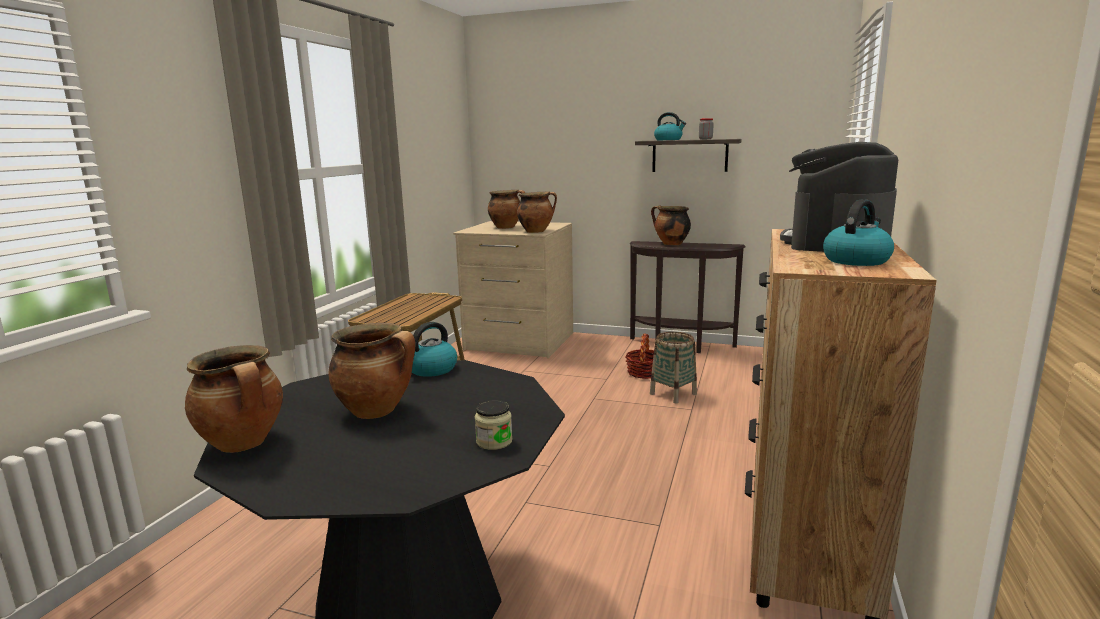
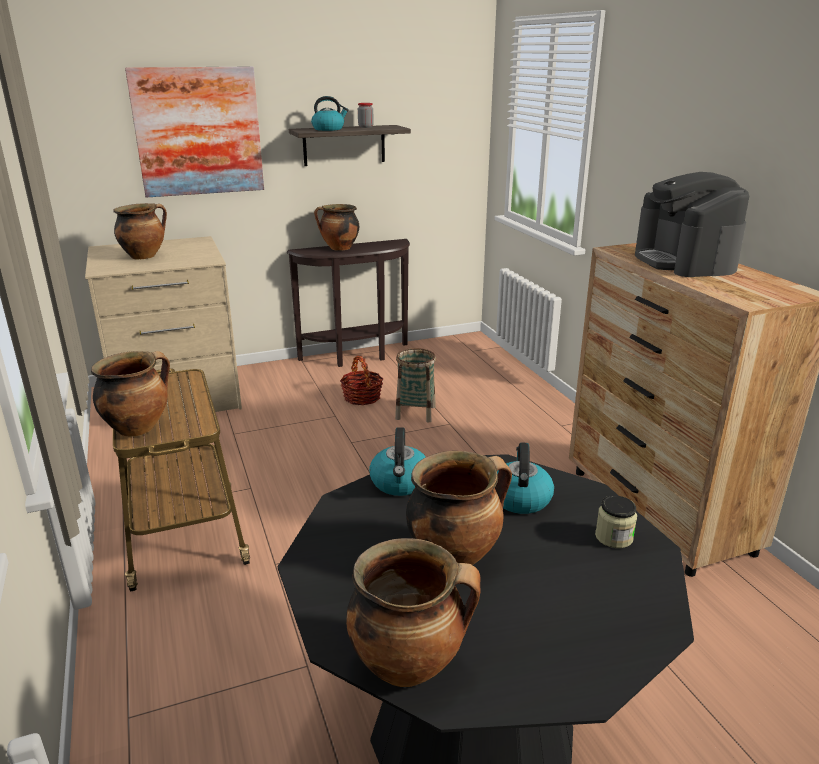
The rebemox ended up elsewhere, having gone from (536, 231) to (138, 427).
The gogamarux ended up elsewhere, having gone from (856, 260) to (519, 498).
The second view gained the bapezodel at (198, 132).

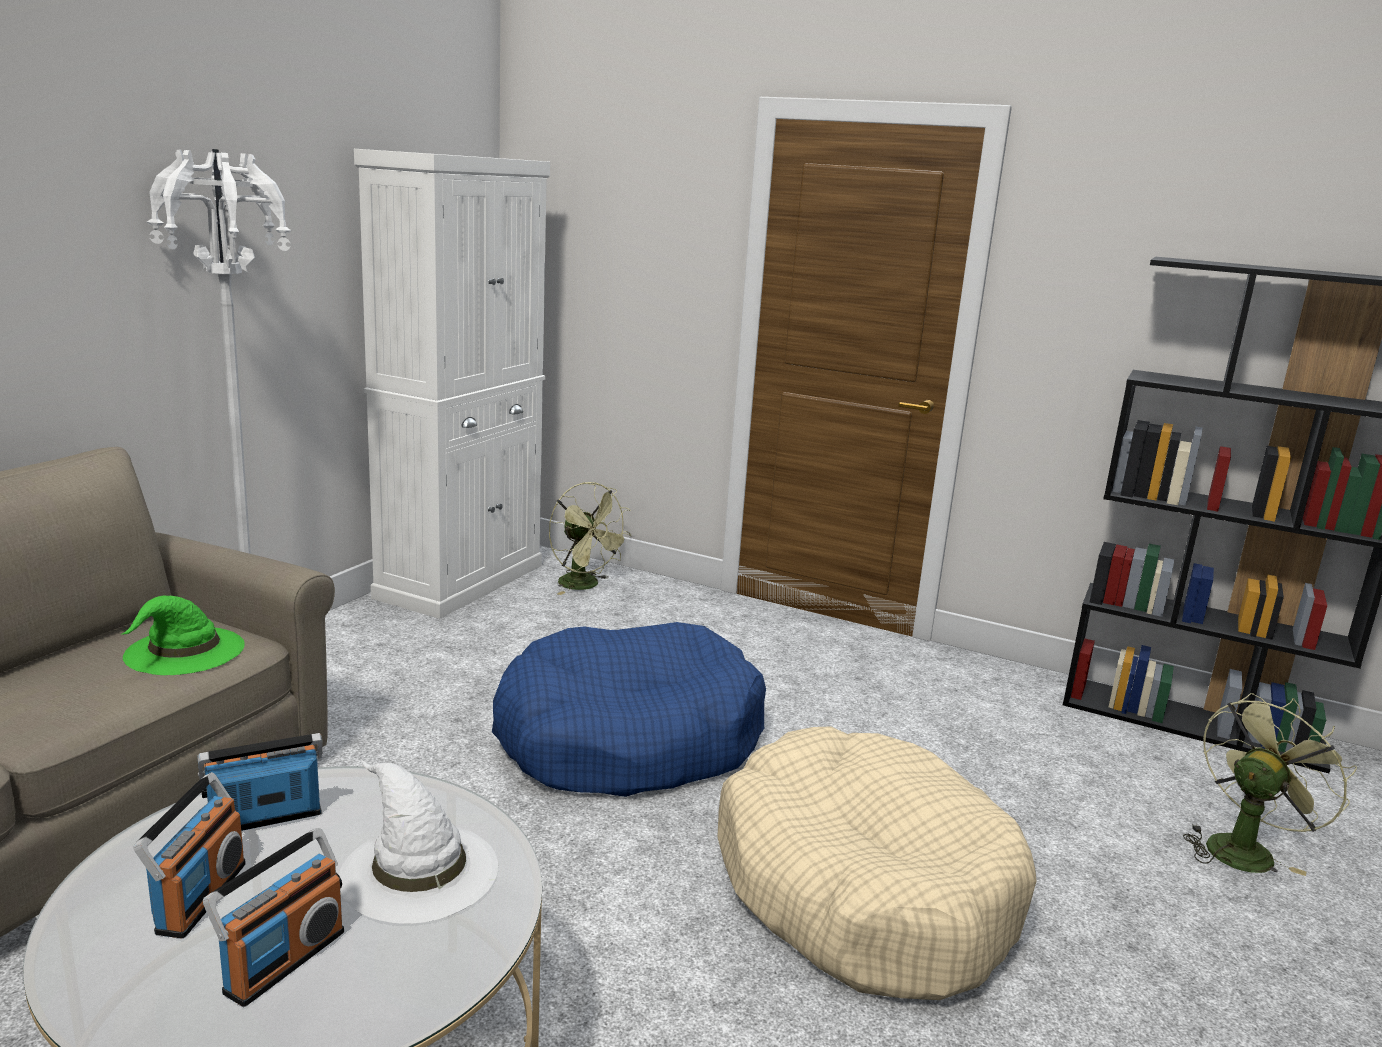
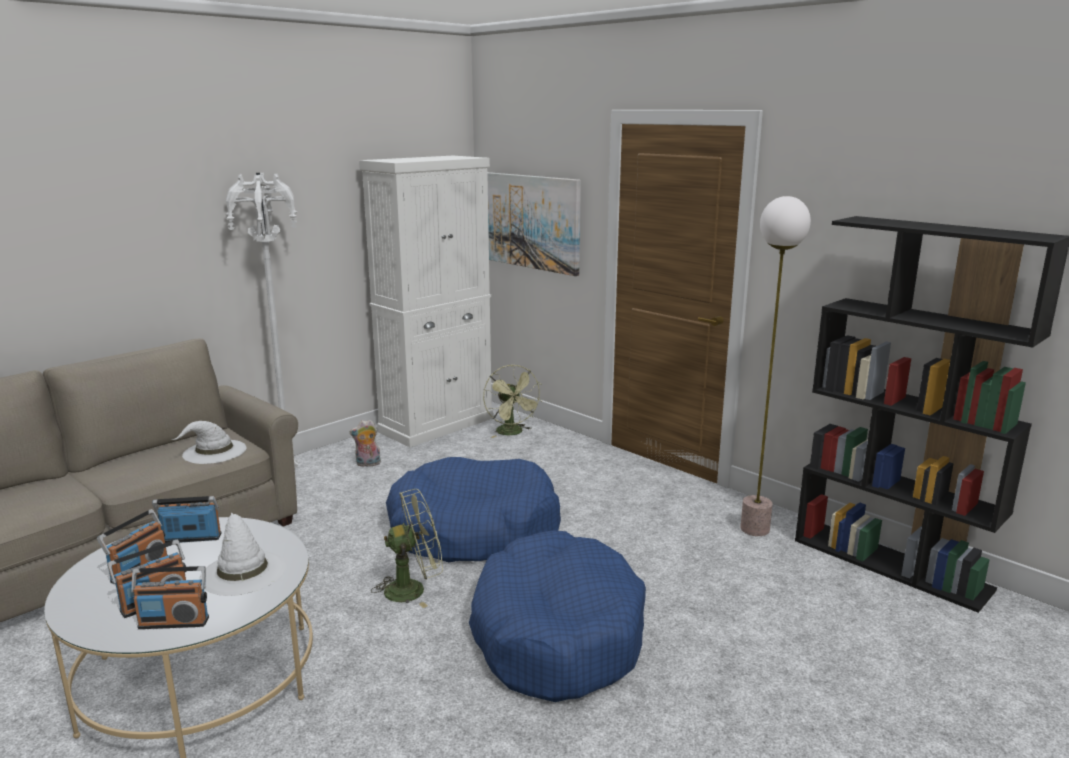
What was the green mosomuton at (184, 651) turned into the white mosomuton at (214, 452).
What was the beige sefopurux at (863, 888) turned into the blue sefopurux at (556, 634).
The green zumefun ended up elsewhere, having gone from (1243, 848) to (413, 589).
The second view gained the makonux at (174, 622).
The second view gained the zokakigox at (367, 464).
The second view gained the bapezodel at (530, 221).
The second view gained the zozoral at (755, 529).

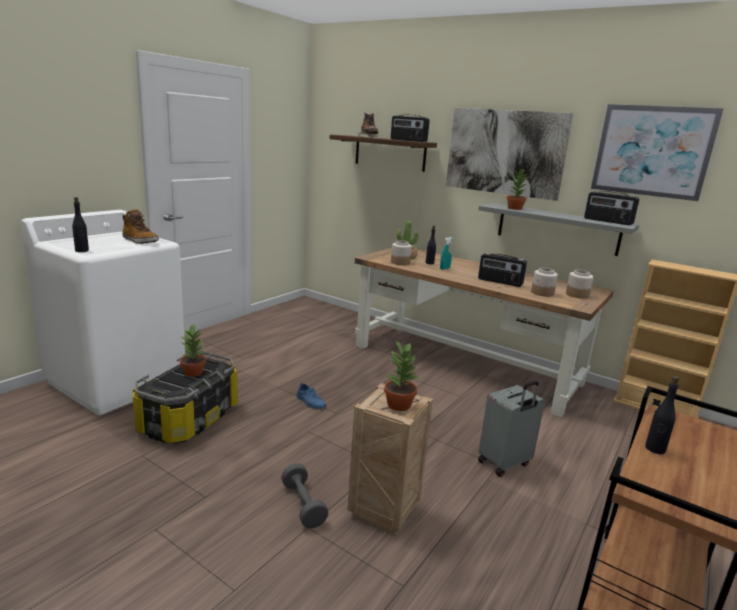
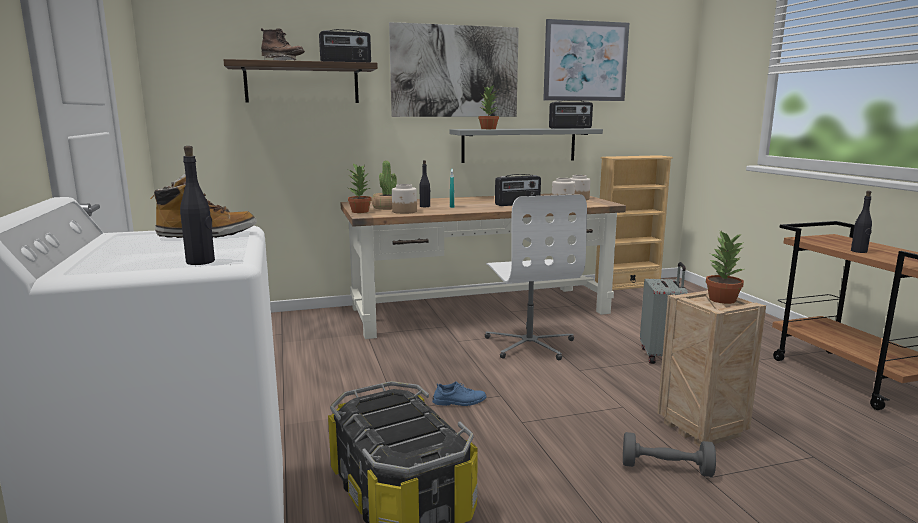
The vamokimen ended up elsewhere, having gone from (194, 372) to (360, 211).
The second view gained the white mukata at (530, 344).

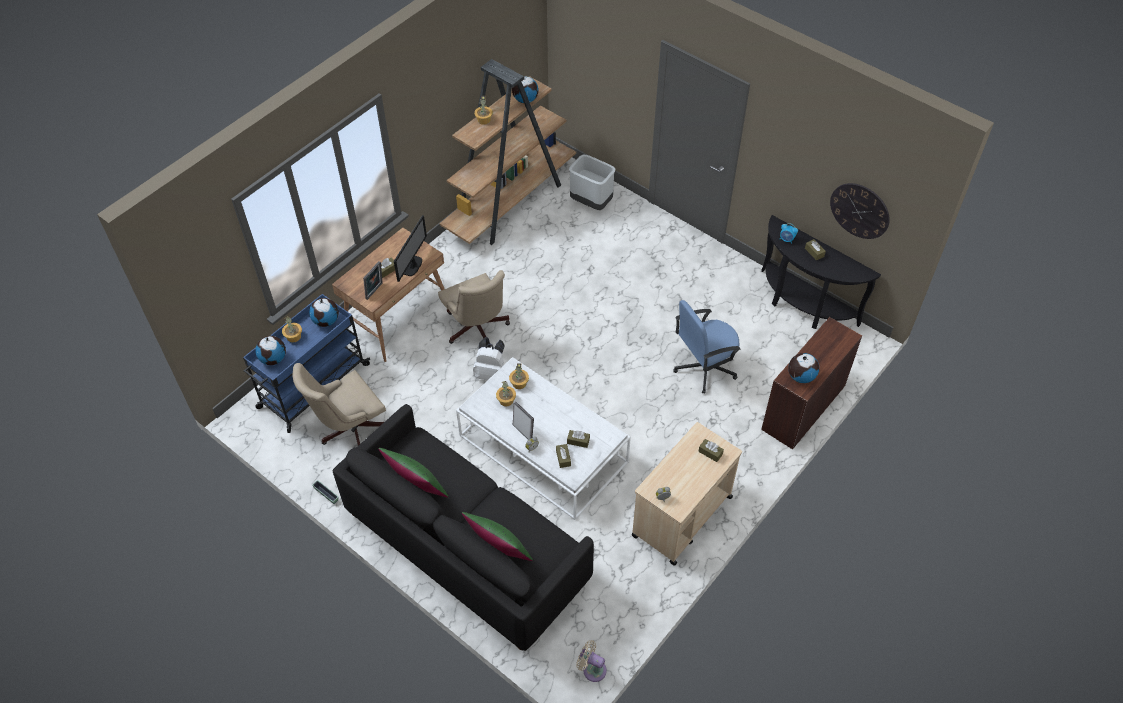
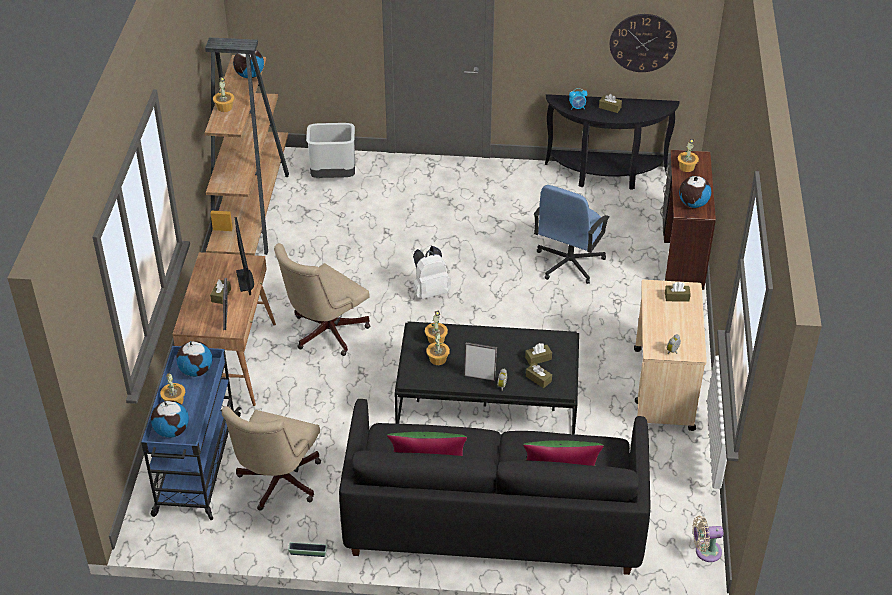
The beige mukata at (477, 330) ended up facing another way, 105 degrees clockwise from before.
What was the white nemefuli at (542, 448) turned into the black nemefuli at (486, 400).
The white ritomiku ended up elsewhere, having gone from (492, 374) to (430, 291).
The second view gained the vamokimen at (686, 167).

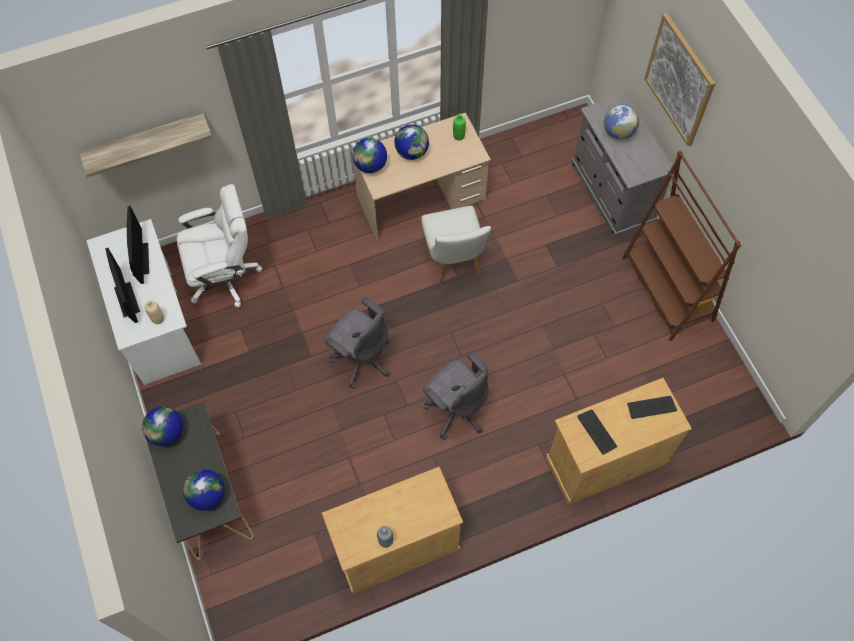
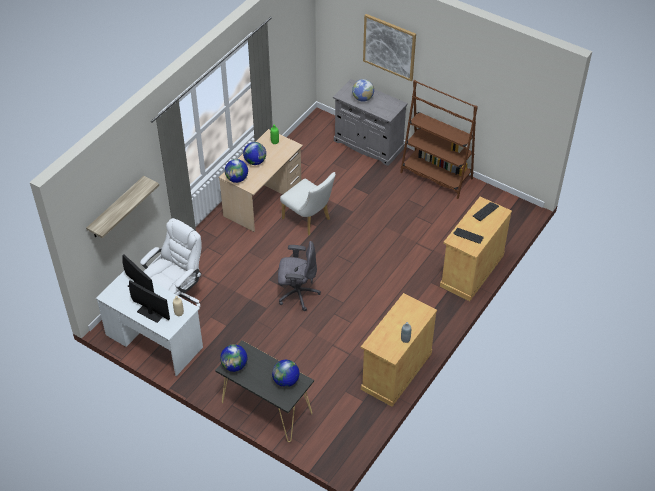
The second view lost the grey mukata at (456, 410).

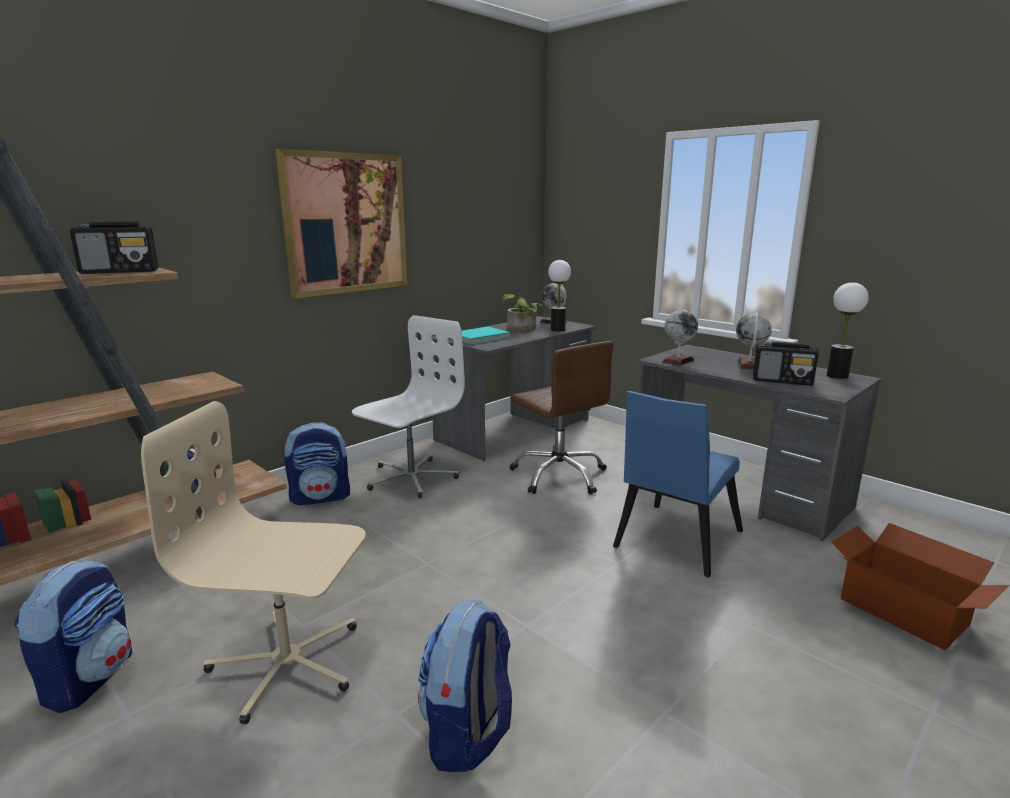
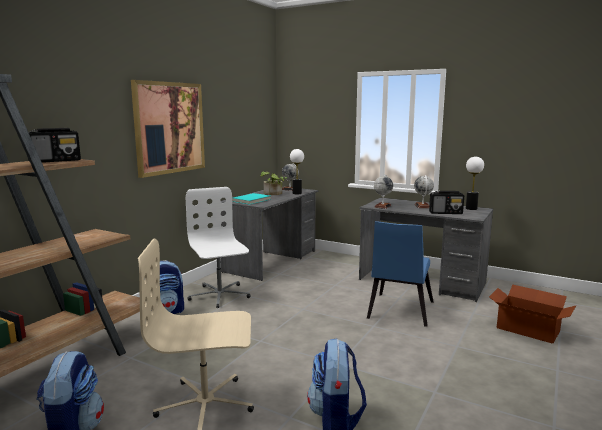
The white mukata at (410, 478) ended up facing another way, 45 degrees counterclockwise from before.
The second view lost the brown mukata at (559, 475).

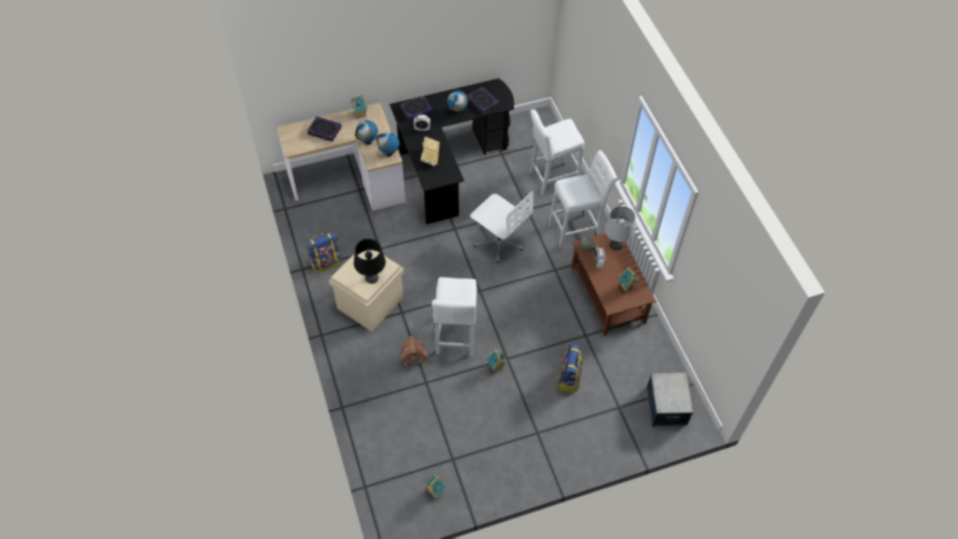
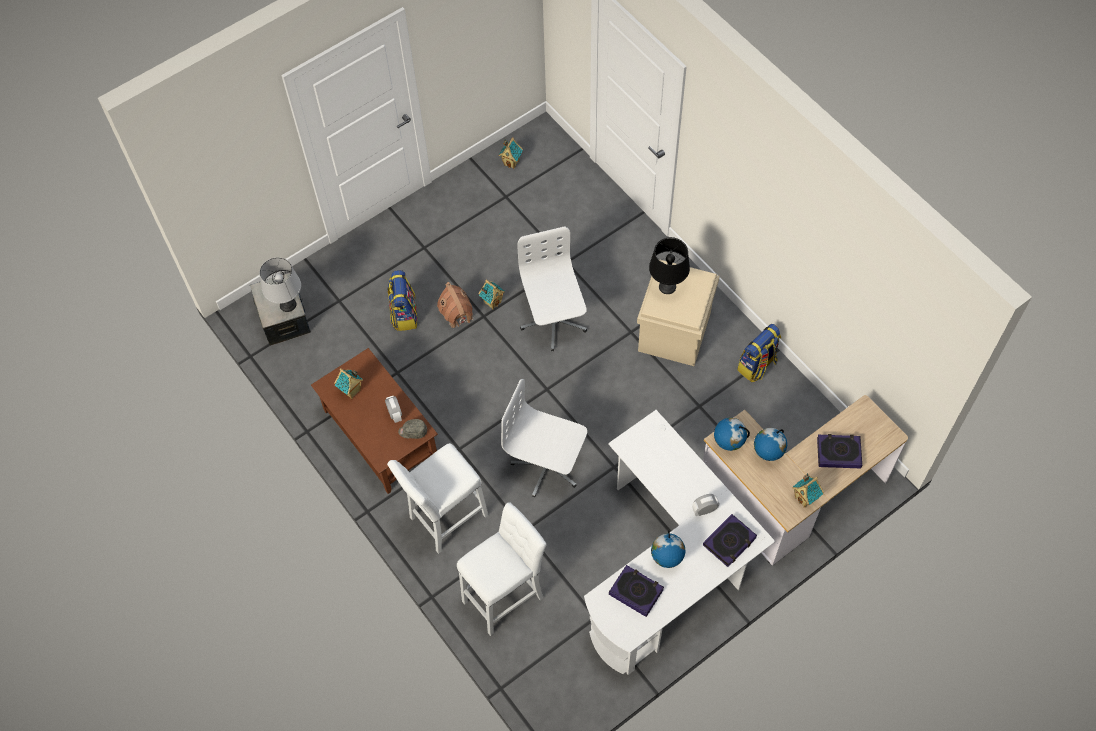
What was the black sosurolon at (447, 164) turned into the white sosurolon at (668, 570).
The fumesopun ended up elsewhere, having gone from (413, 357) to (457, 315).
The second view lost the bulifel at (430, 156).
Where the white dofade stood at (455, 337), the white mukata came to stand at (553, 322).
The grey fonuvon ended up elsewhere, having gone from (616, 244) to (287, 305).

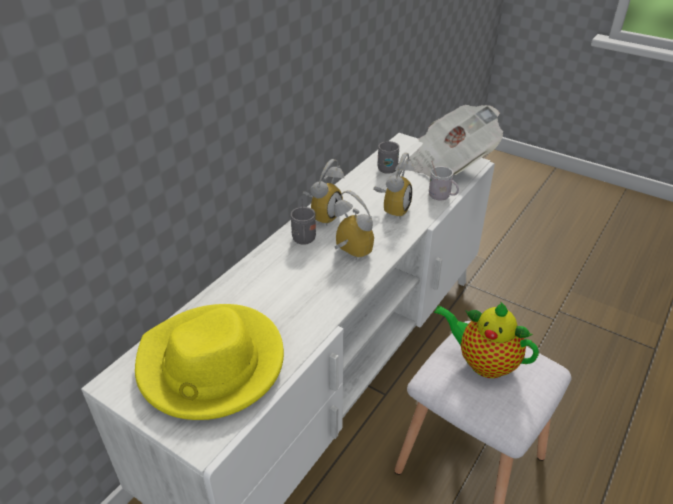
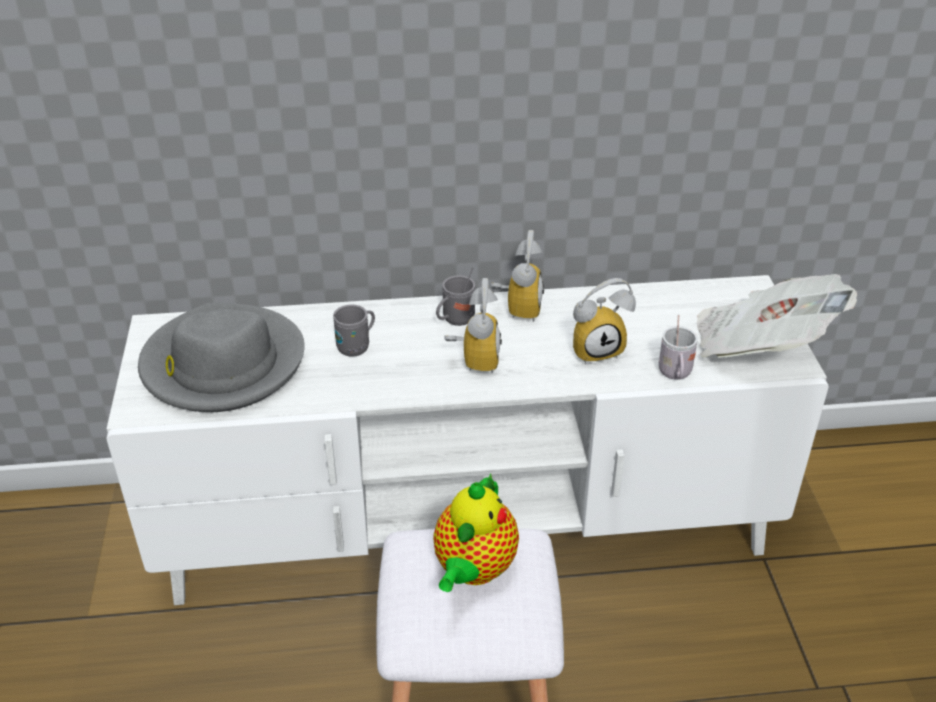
What was the yellow mosomuton at (211, 365) turned into the grey mosomuton at (222, 364).
The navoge at (323, 215) ended up facing another way, 75 degrees counterclockwise from before.
The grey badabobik ended up elsewhere, having gone from (386, 168) to (357, 346).
The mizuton at (483, 362) ended up facing another way, 150 degrees counterclockwise from before.

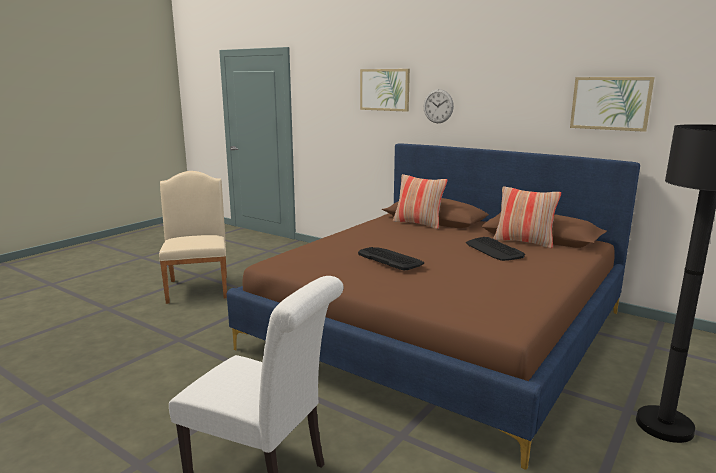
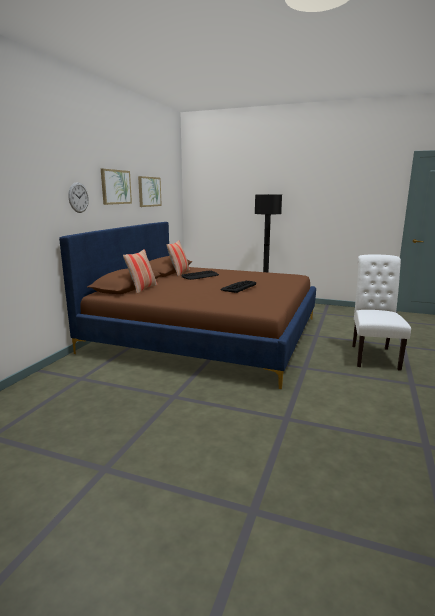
The second view lost the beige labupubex at (198, 287).
The bapezodel ended up elsewhere, having gone from (384, 89) to (116, 187).

